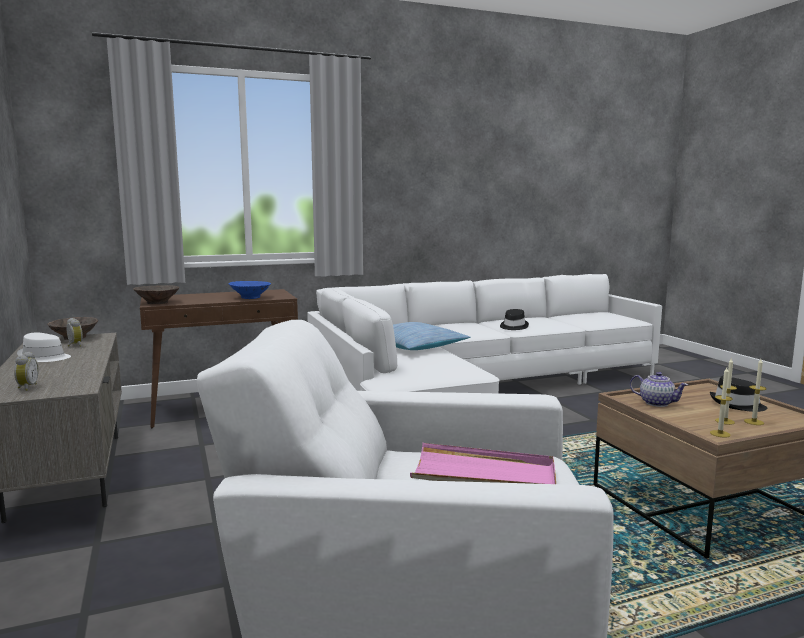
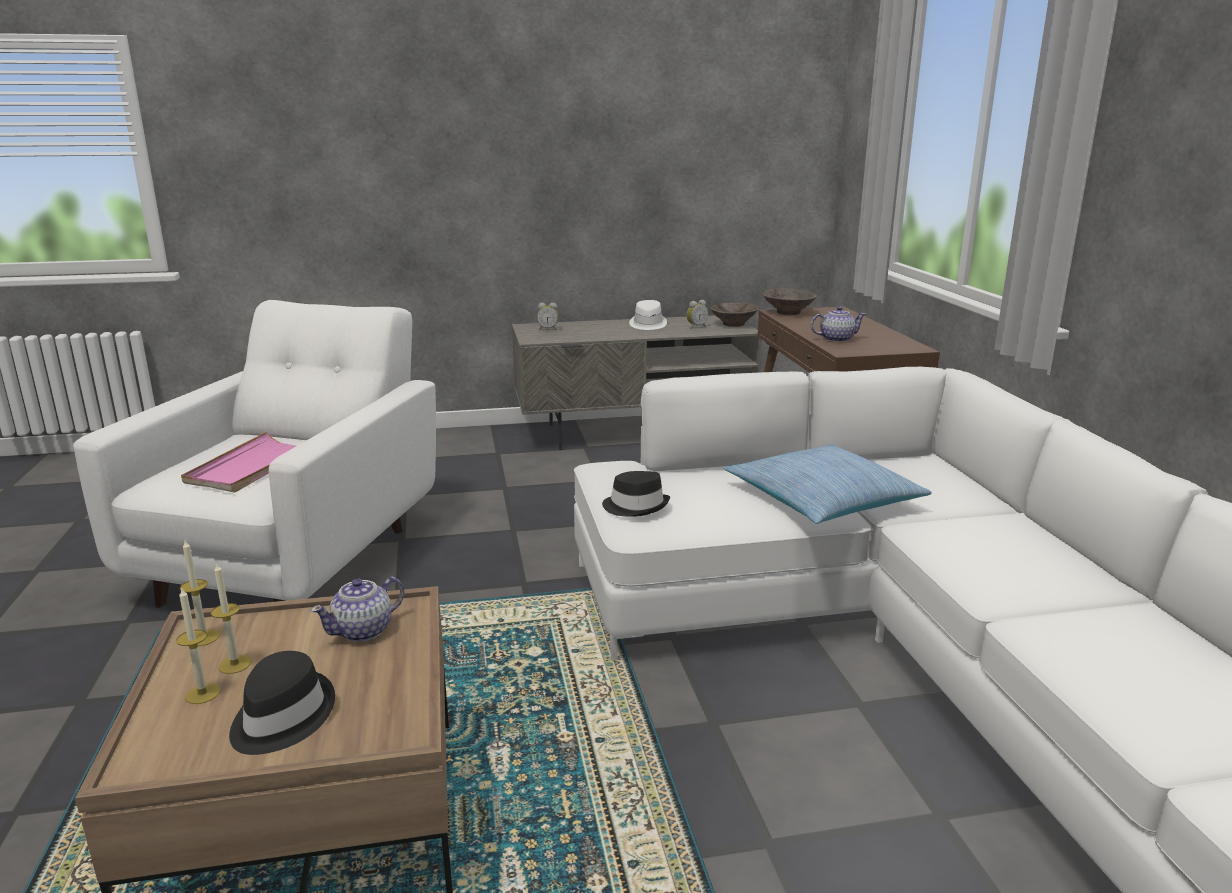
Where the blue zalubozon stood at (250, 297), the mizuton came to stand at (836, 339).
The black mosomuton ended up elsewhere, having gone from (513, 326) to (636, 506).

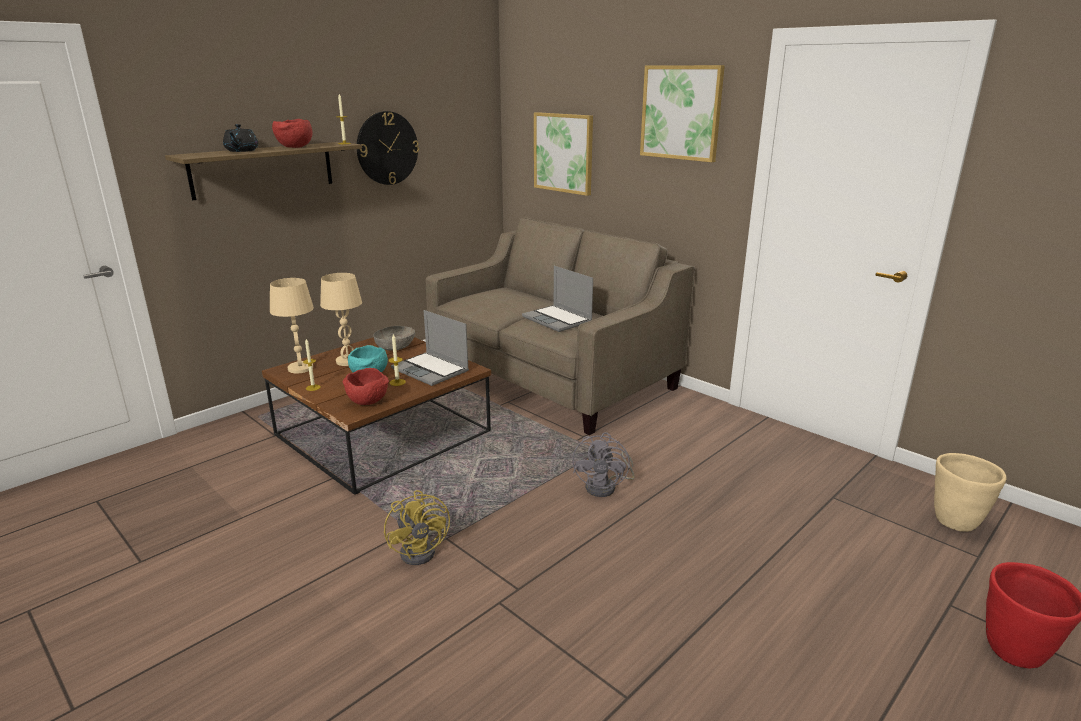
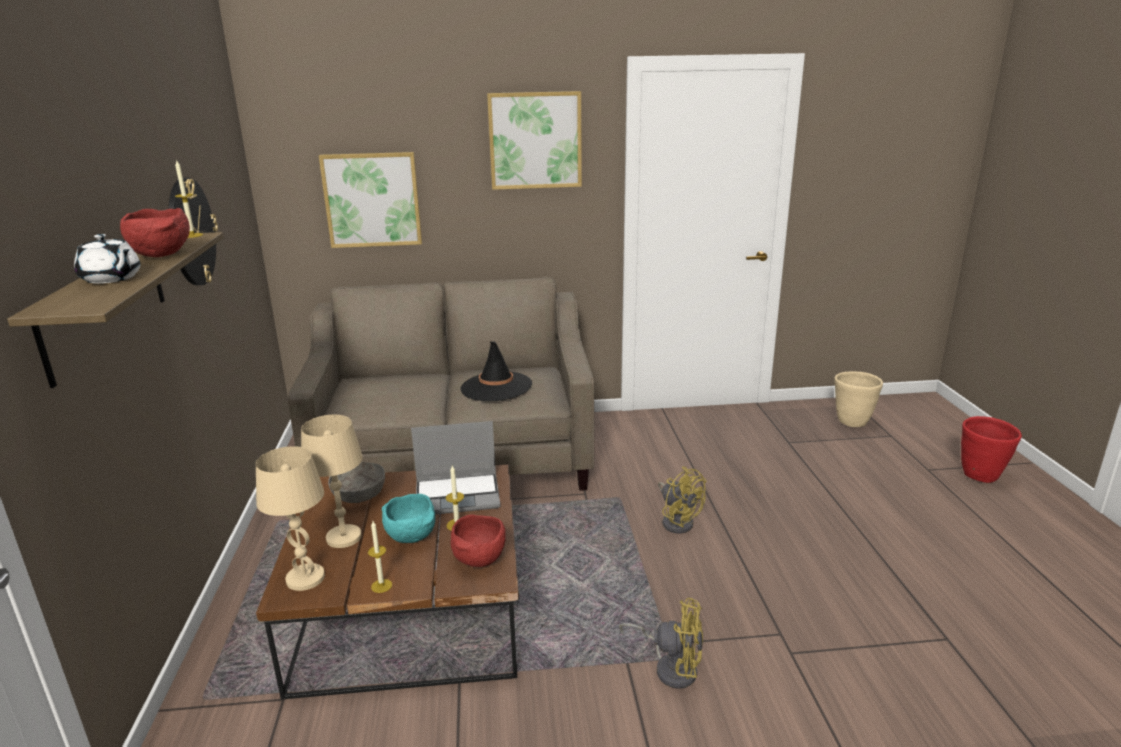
What was the black mizuton at (241, 151) turned into the white mizuton at (111, 279).
Where the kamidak stood at (558, 320), the black mosomuton came to stand at (496, 387).
What was the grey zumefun at (606, 487) turned into the yellow zumefun at (677, 521).

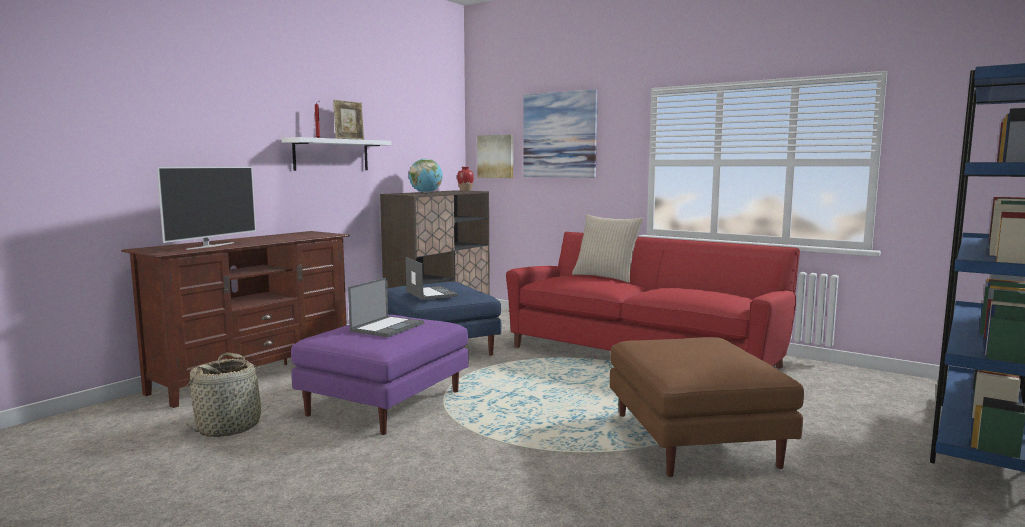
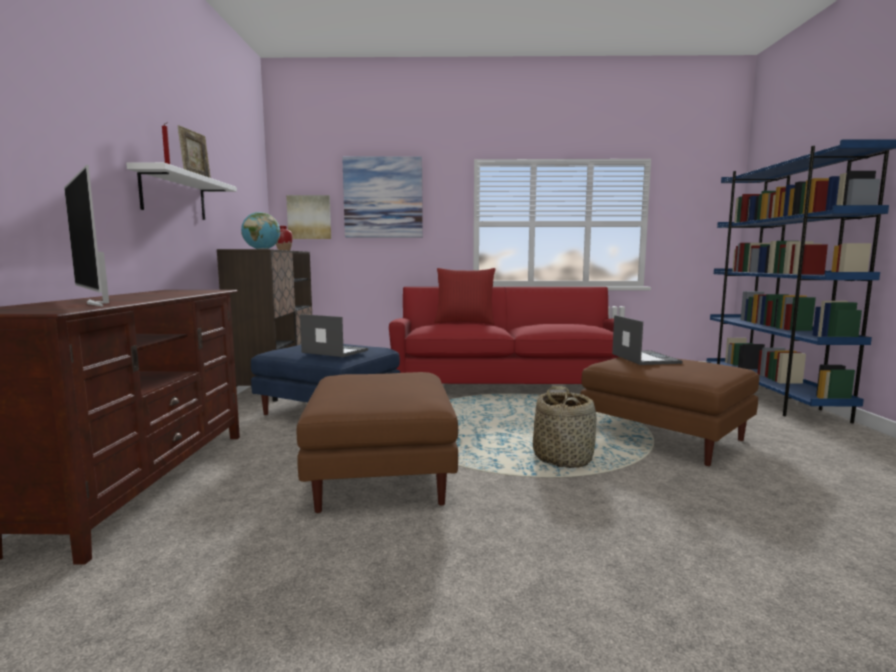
The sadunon at (210, 246) ended up facing another way, 150 degrees clockwise from before.
The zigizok ended up elsewhere, having gone from (230, 427) to (563, 458).
What was the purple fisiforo at (386, 402) turned into the brown fisiforo at (380, 473).
The kamidak ended up elsewhere, having gone from (388, 327) to (644, 358).
What was the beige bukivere at (606, 277) turned into the red bukivere at (464, 322).

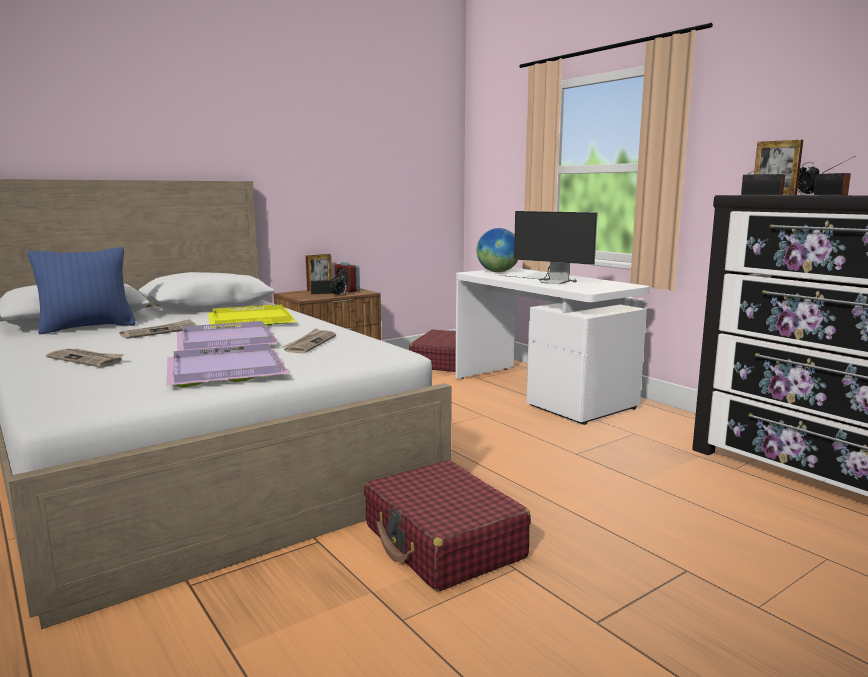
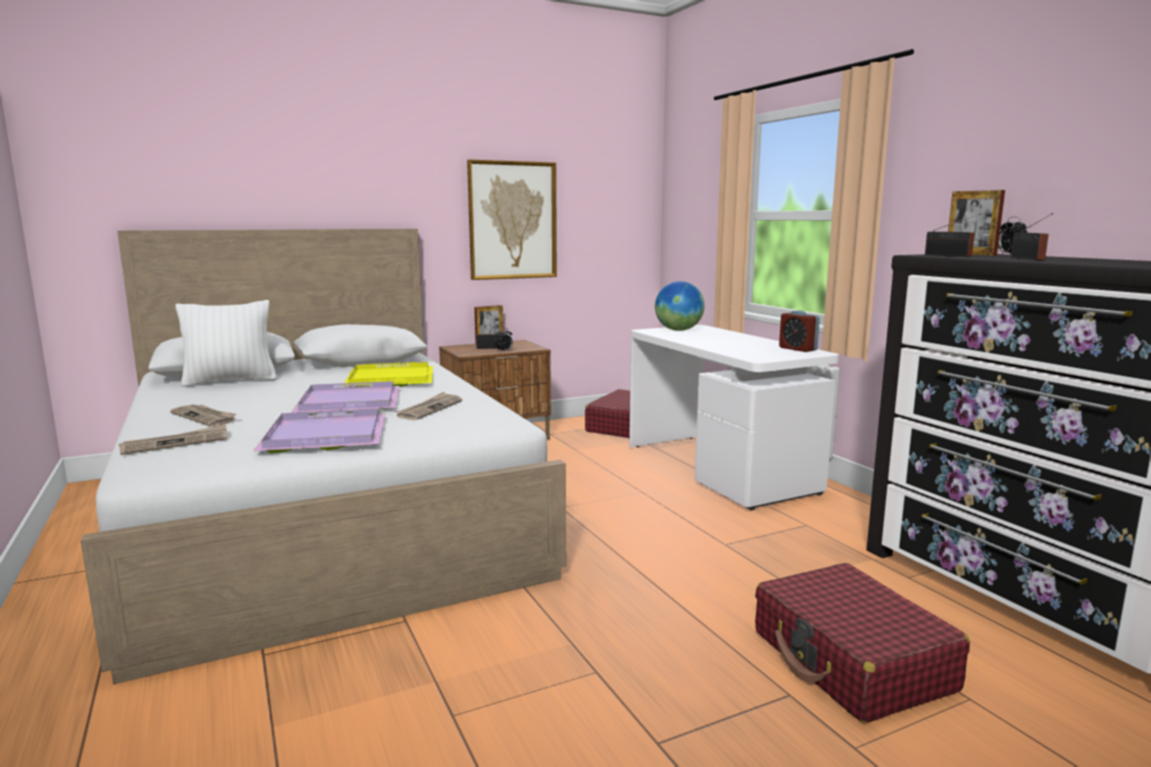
What was the blue bukivere at (87, 327) turned into the white bukivere at (230, 381).
The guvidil ended up elsewhere, having gone from (159, 332) to (176, 443).
The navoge ended up elsewhere, having gone from (347, 290) to (797, 349).
The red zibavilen ended up elsewhere, having gone from (443, 542) to (851, 661).
The second view lost the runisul at (547, 281).
The second view gained the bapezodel at (512, 220).

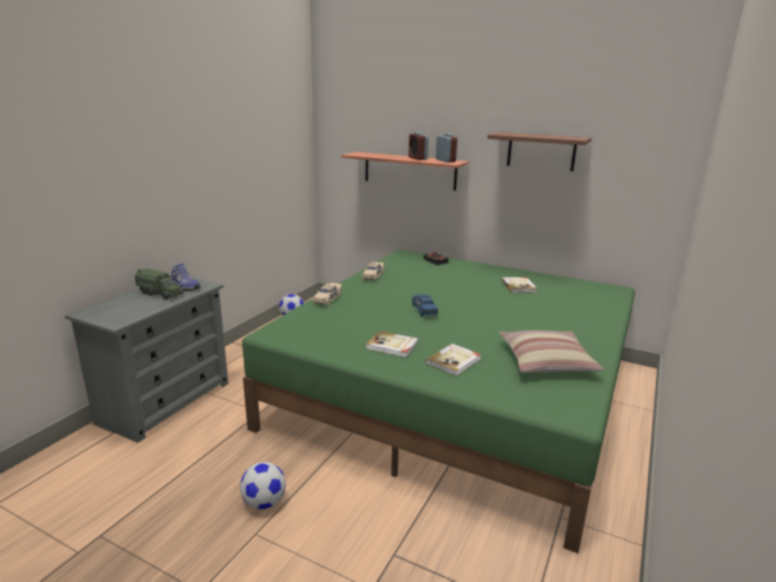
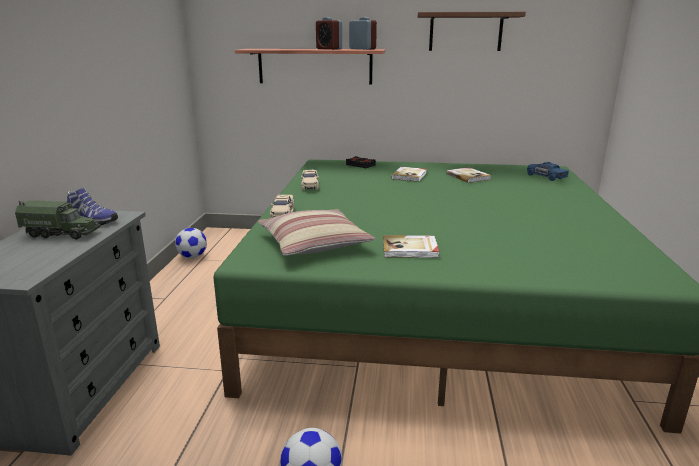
The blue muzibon ended up elsewhere, having gone from (424, 310) to (545, 177).
The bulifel ended up elsewhere, having gone from (454, 361) to (409, 176).
The bukivere ended up elsewhere, having gone from (546, 361) to (314, 243).

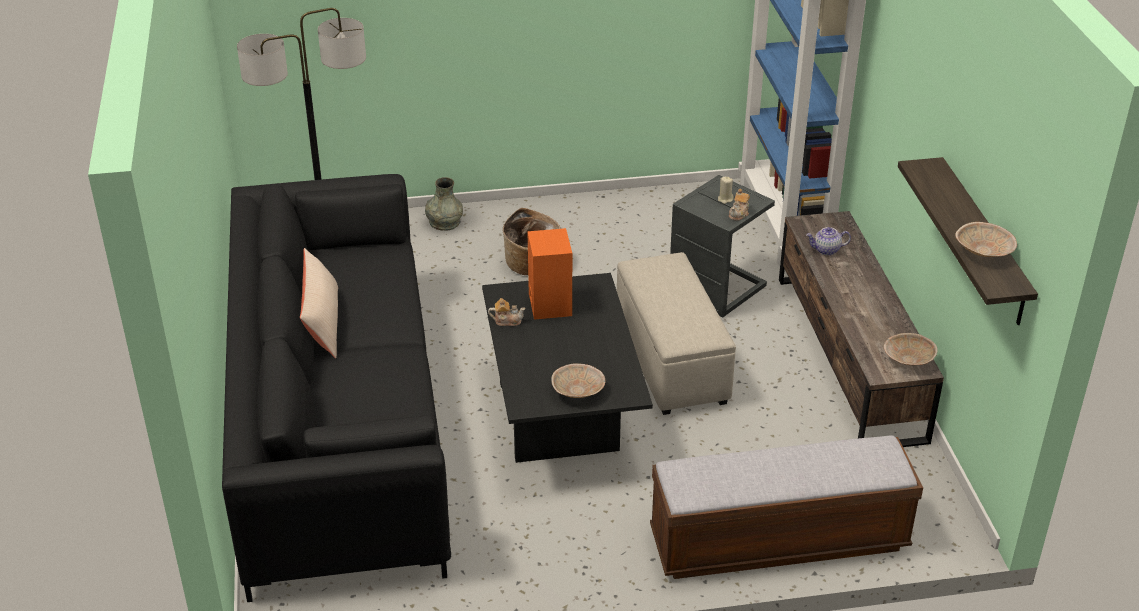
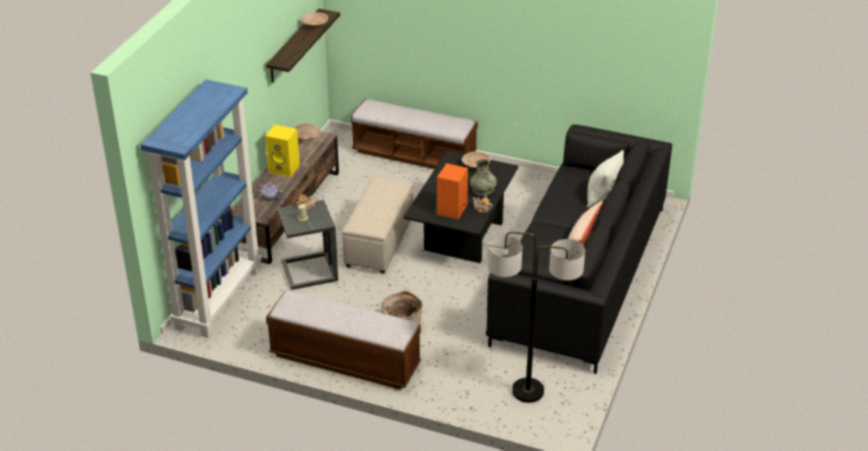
The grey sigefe ended up elsewhere, having gone from (444, 222) to (483, 190).
The second view gained the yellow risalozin at (285, 168).
The second view gained the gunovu at (345, 360).
The second view gained the bukivere at (602, 196).

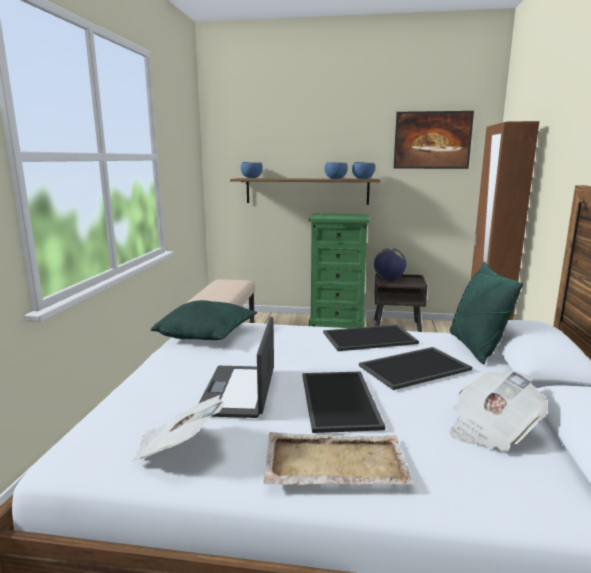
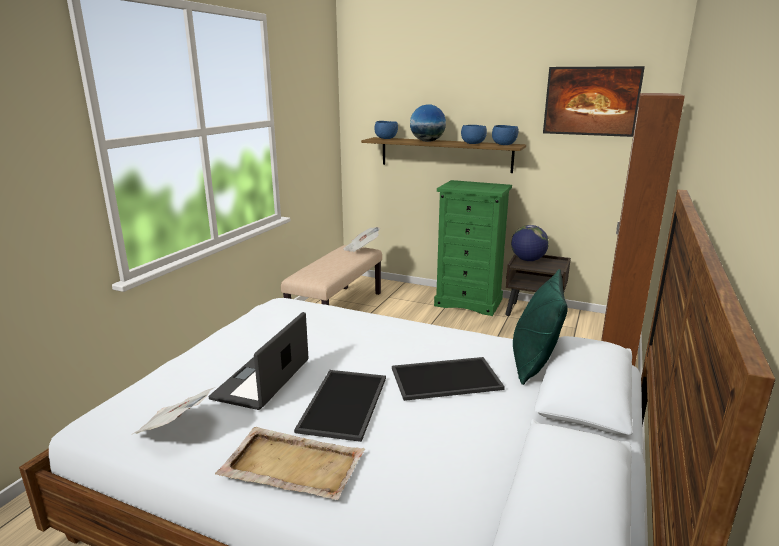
The second view lost the green bukivere at (207, 334).
The second view lost the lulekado at (369, 337).
The guvidil ended up elsewhere, having gone from (491, 430) to (361, 249).
The second view gained the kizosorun at (427, 141).

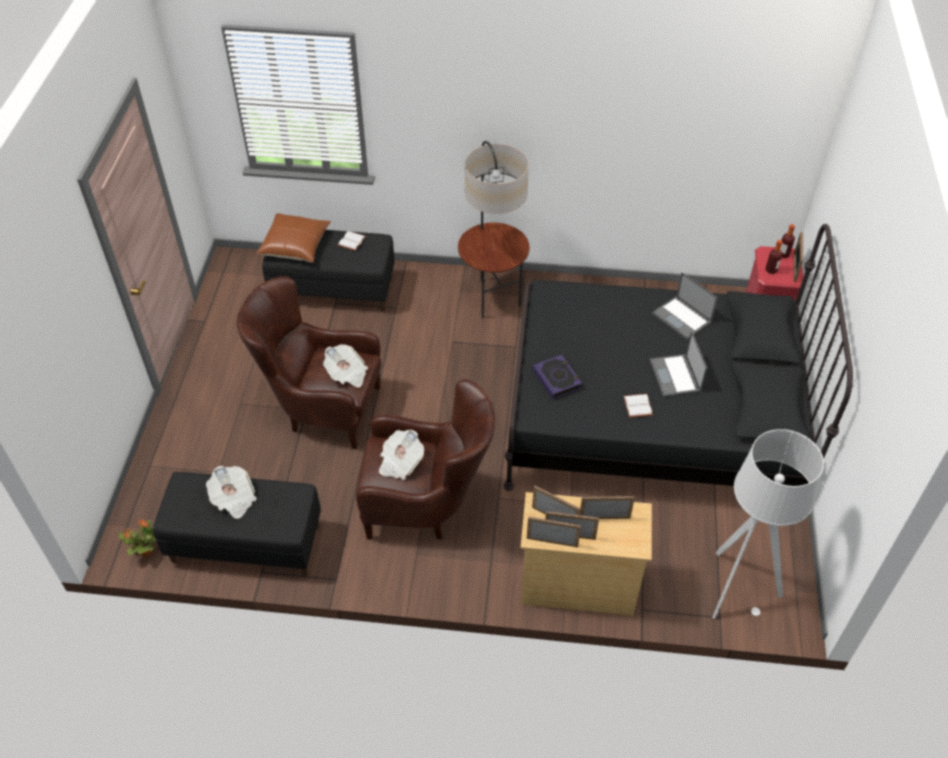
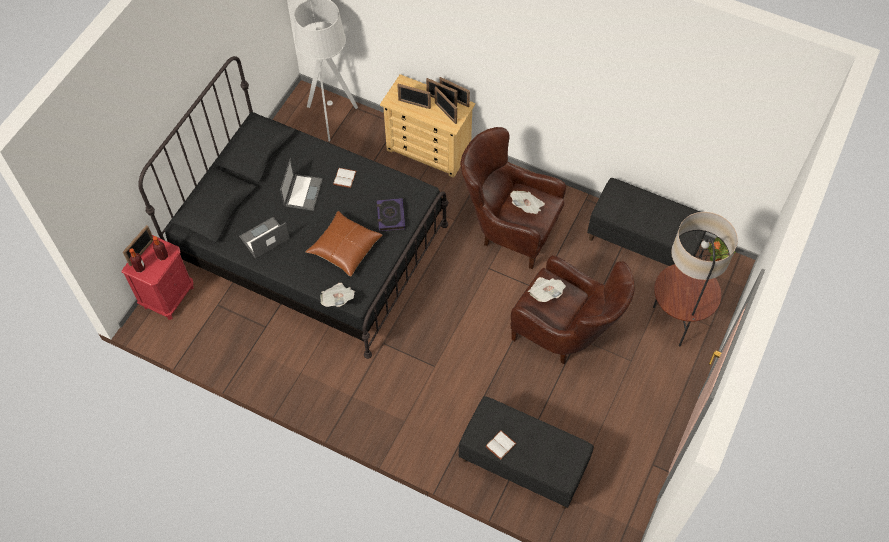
The guvidil ended up elsewhere, having gone from (233, 499) to (338, 299).
The brown bukivere ended up elsewhere, having gone from (295, 245) to (345, 248).
The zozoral ended up elsewhere, having gone from (492, 298) to (675, 323).
The kamidak at (682, 318) ended up facing another way, 105 degrees counterclockwise from before.

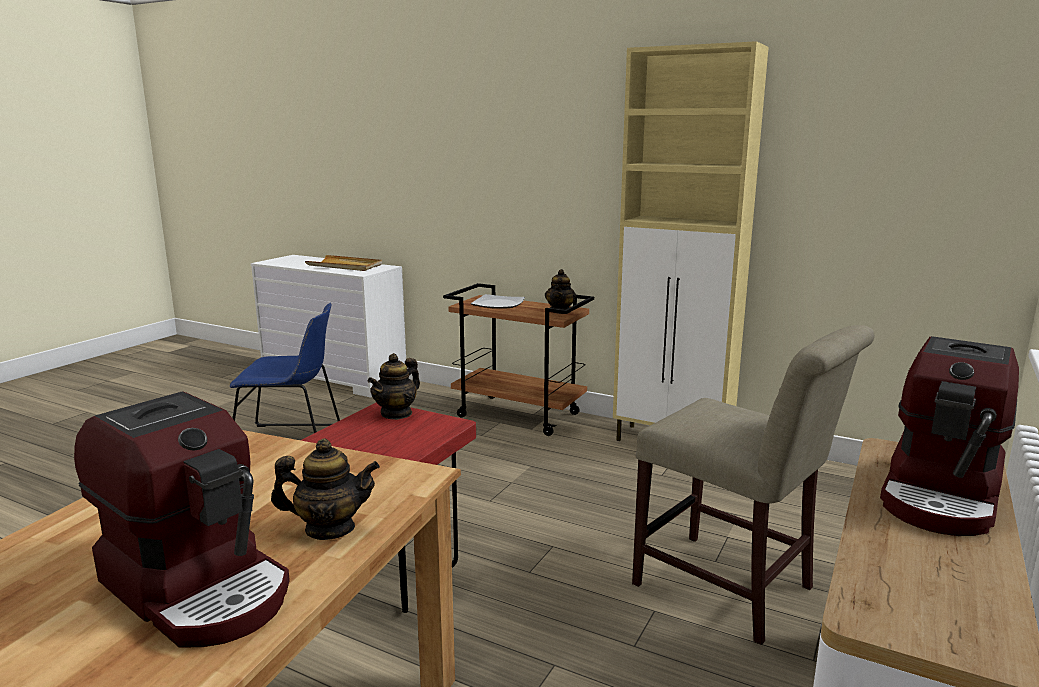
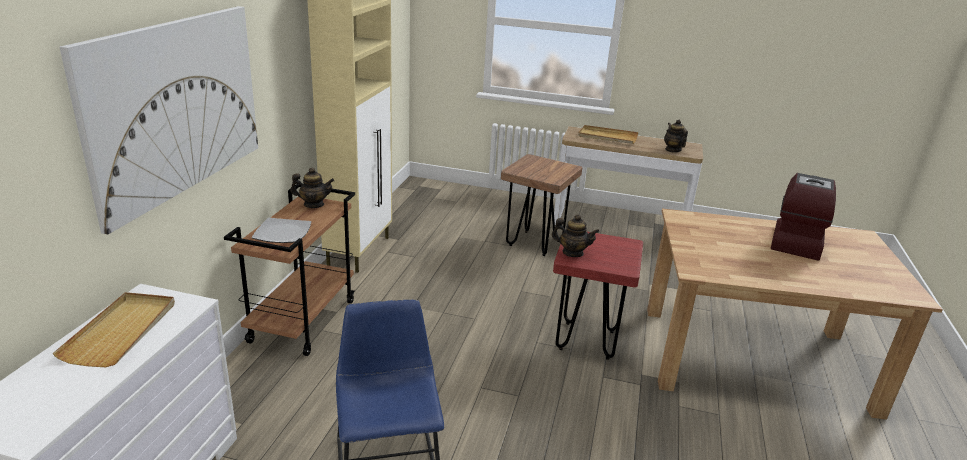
The mizuton ended up elsewhere, having gone from (329, 529) to (673, 150).
Where the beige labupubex stood at (731, 590), the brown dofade came to stand at (535, 243).
Where the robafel stood at (943, 495), the beige lulekado came to stand at (607, 137).
The second view gained the bapezodel at (176, 107).

